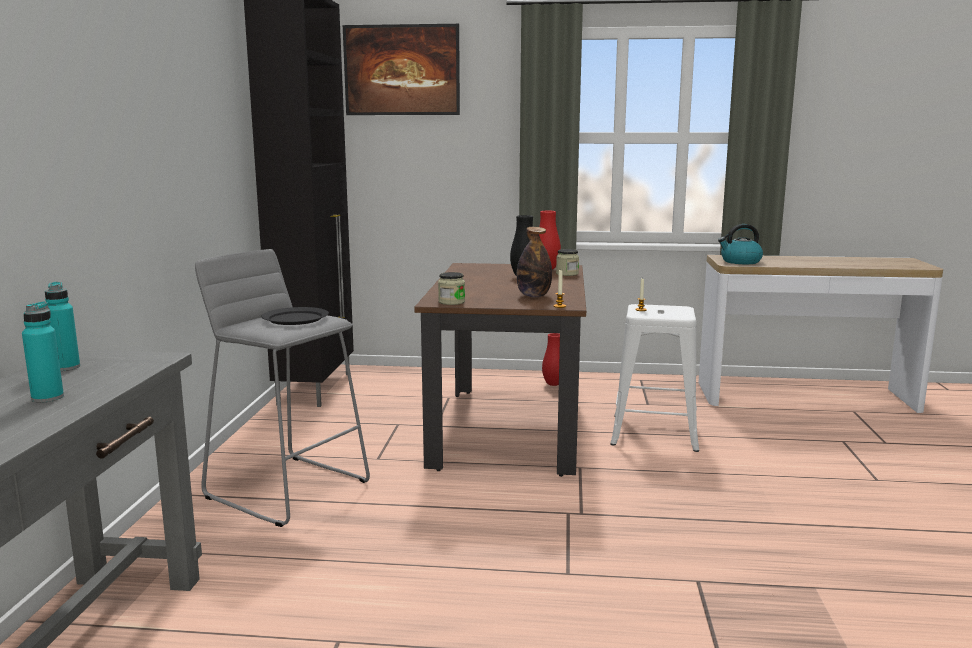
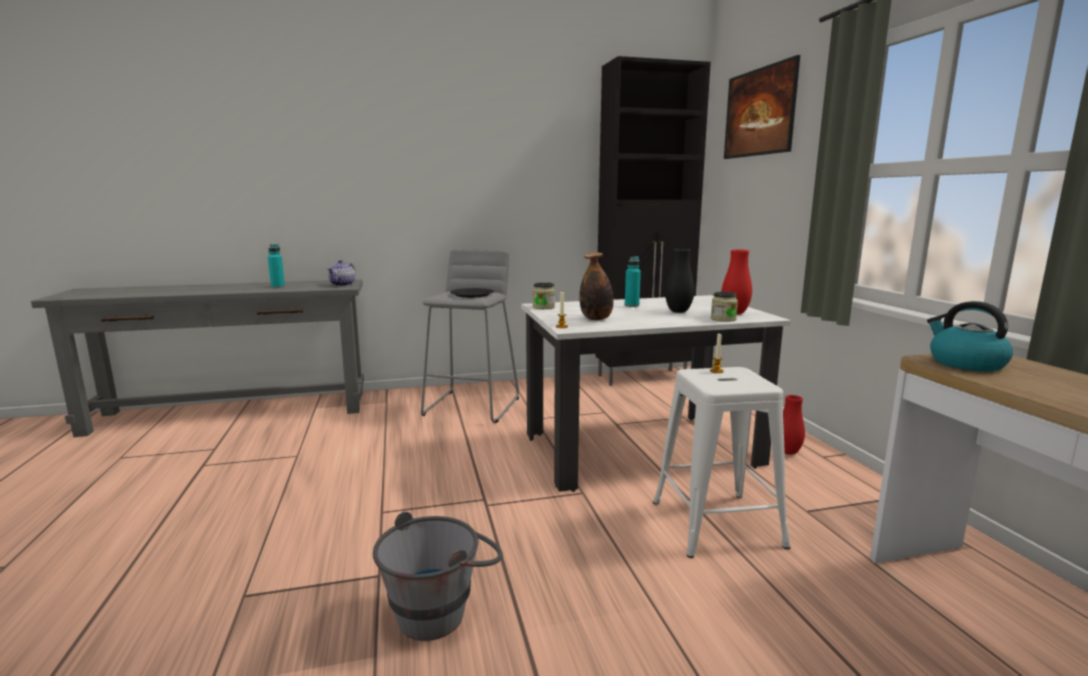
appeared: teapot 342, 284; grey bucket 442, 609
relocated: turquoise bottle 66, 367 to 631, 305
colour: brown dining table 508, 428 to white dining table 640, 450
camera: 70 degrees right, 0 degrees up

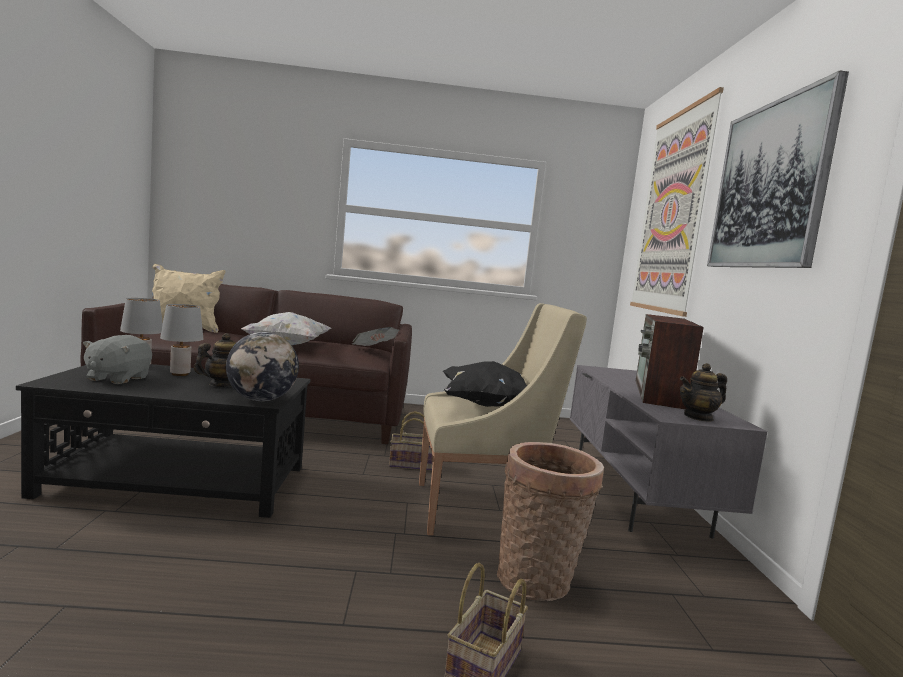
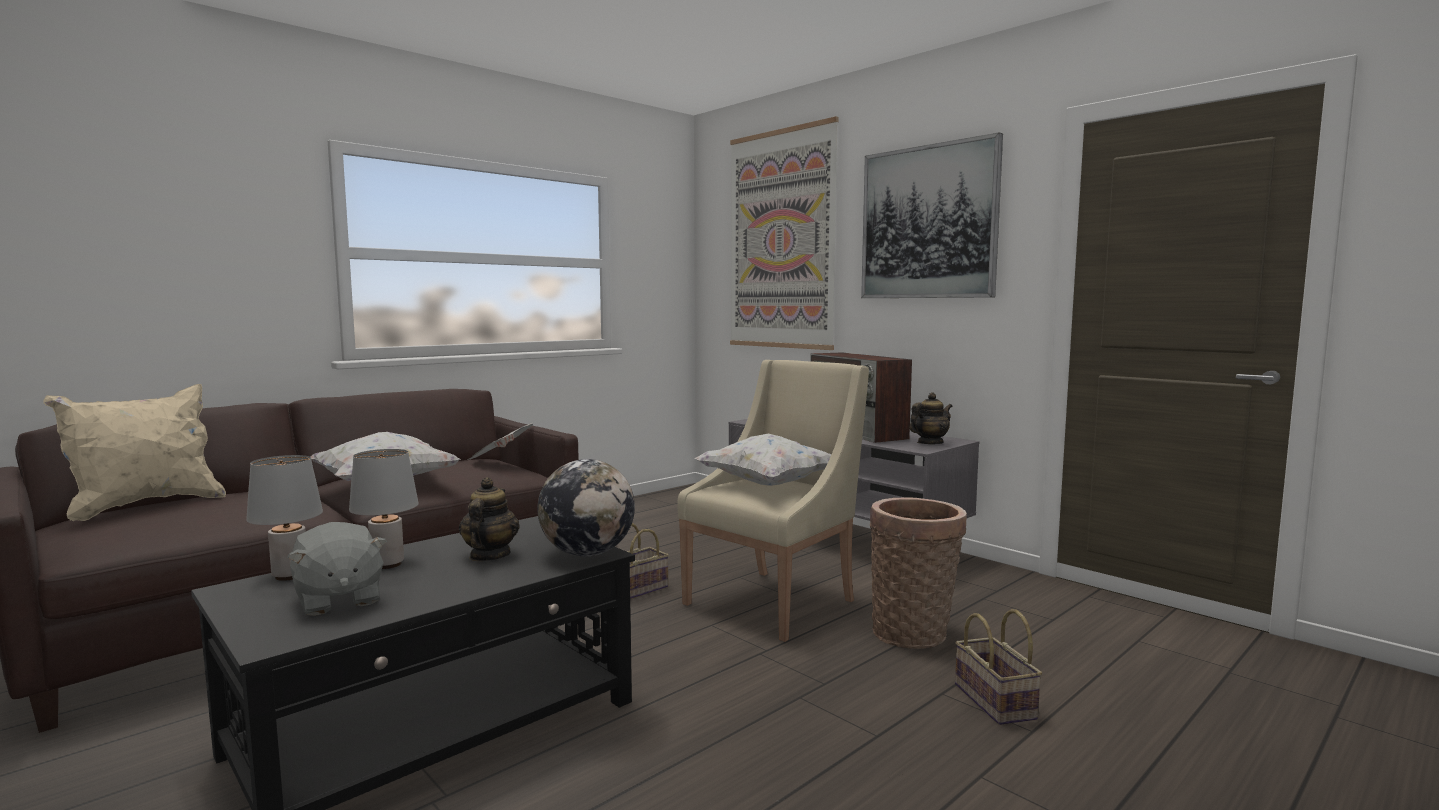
colour: black pillow 486, 405 to white pillow 767, 484
spun: teapot 698, 417 = 929, 443 150 degrees counterclockwise
camera: 40 degrees left, 0 degrees up

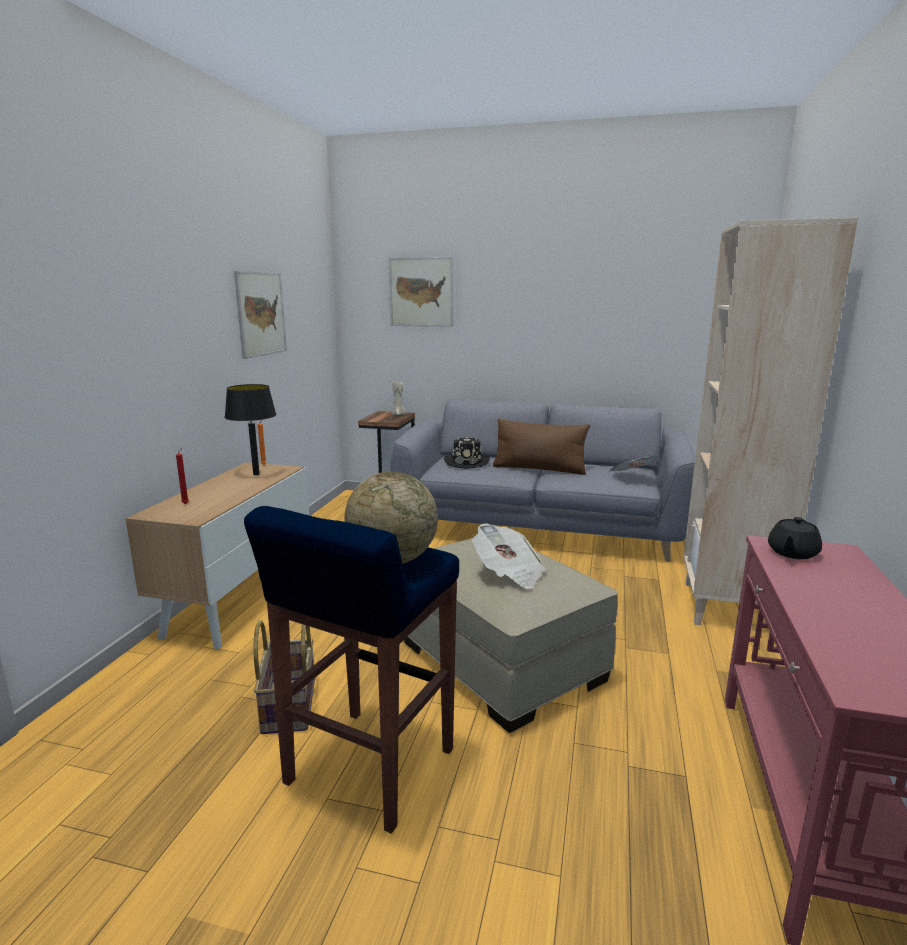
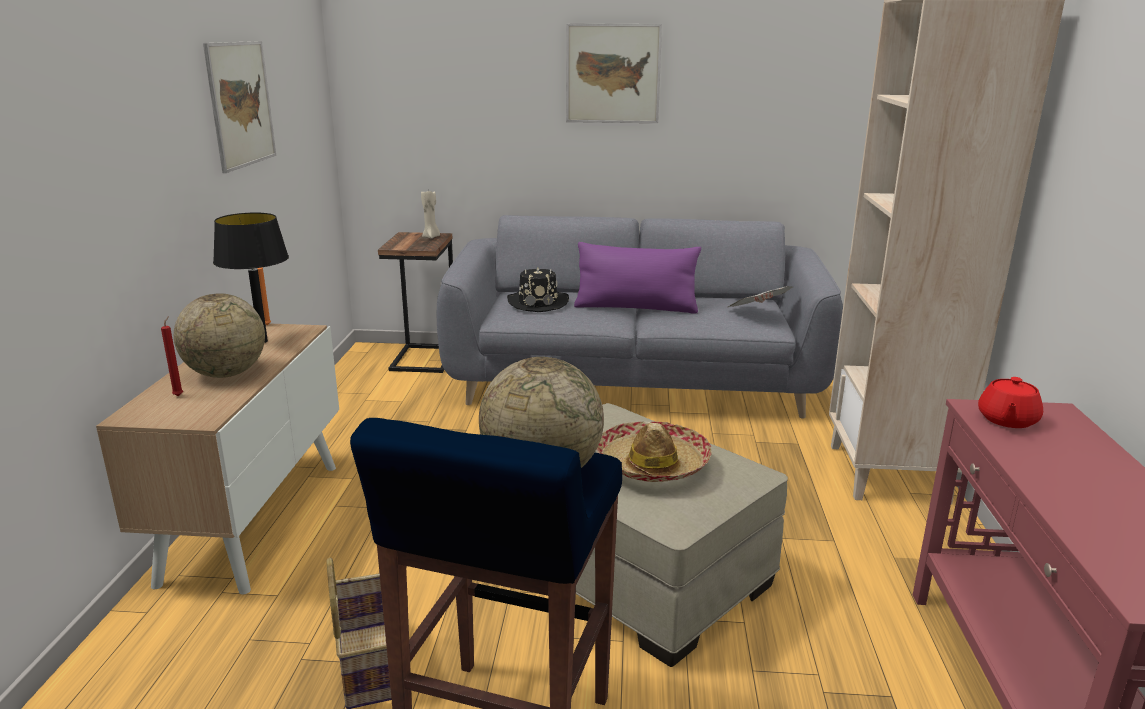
appeared: globe 226, 374
relocated: picture 421, 292 to 613, 74
exchanged: newspaper 508, 573 to hat 652, 464
colour: brown pillow 539, 469 to purple pillow 636, 308; black teapot 792, 553 to red teapot 1006, 420
camera: 10 degrees left, 5 degrees up

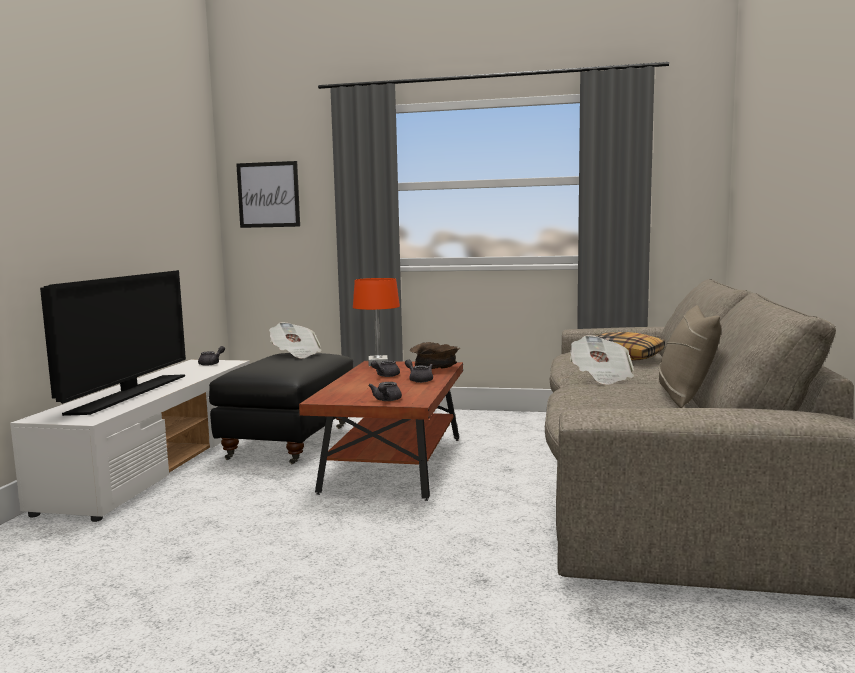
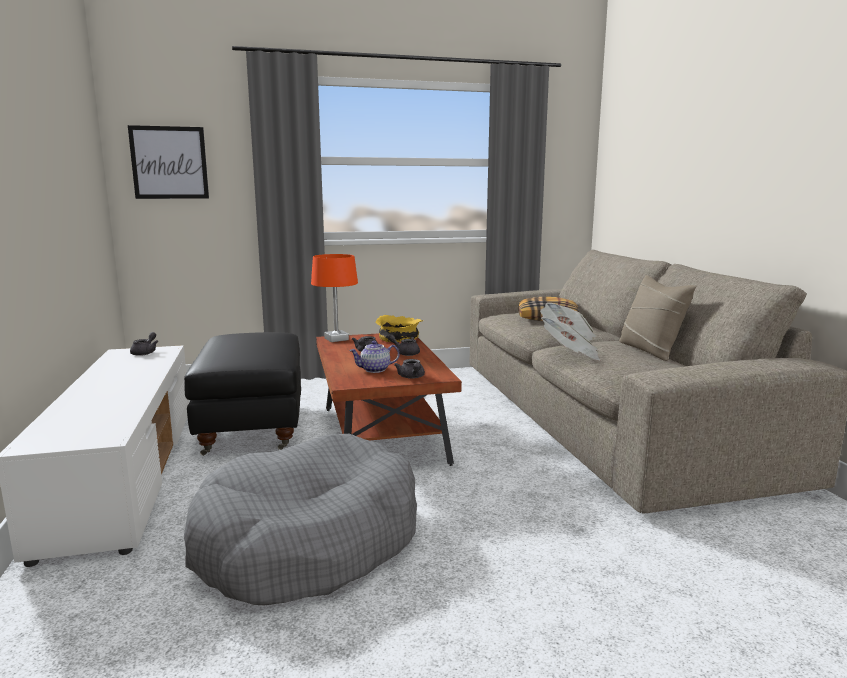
missing: television 129, 394
appeared: teapot 375, 370; grey dog bed 308, 541
relocated: newspaper 296, 354 to 571, 355
colour: brown bowl 435, 368 to yellow bowl 399, 340
camera: 25 degrees left, 5 degrees up

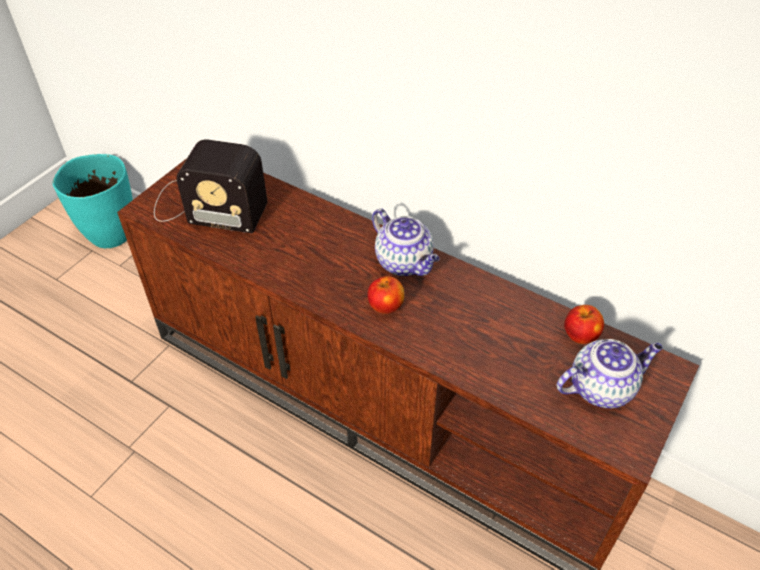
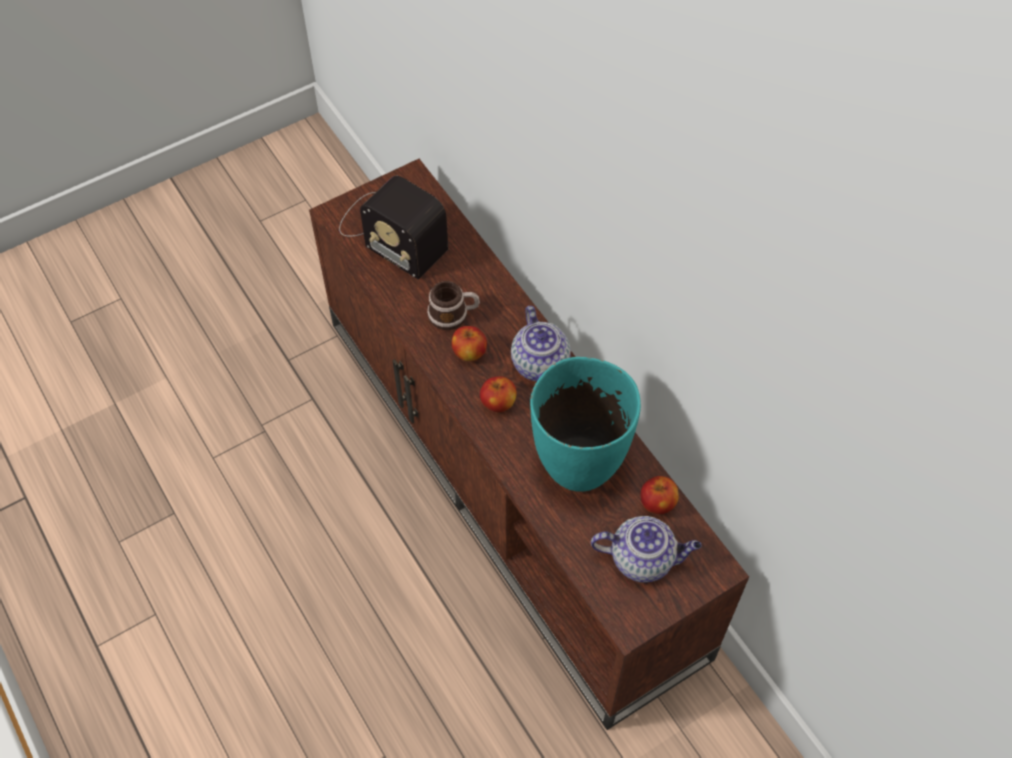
appeared: mug 453, 314; apple 469, 353
relocated: turquoise vase 110, 234 to 578, 463
camera: 25 degrees right, 10 degrees up

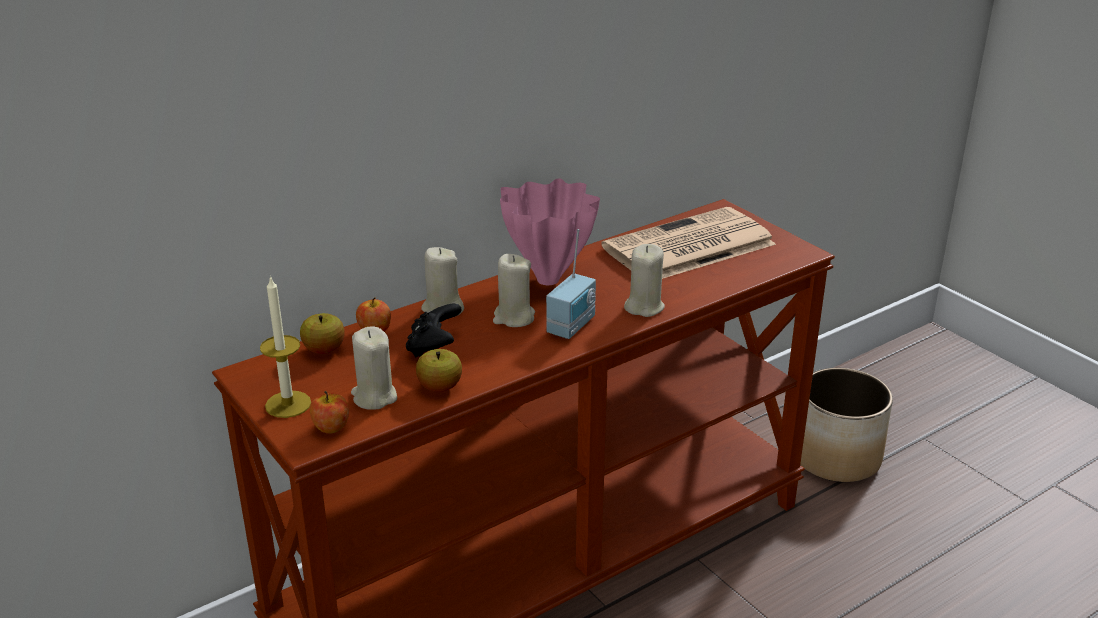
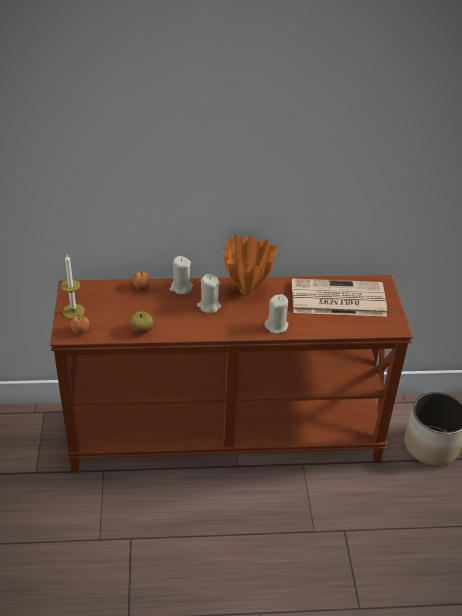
missing: radio 573, 326; black game controller 434, 347; apple 324, 350; beige candle 374, 397
colour: pink vase 550, 280 to orange vase 246, 291
camera: 30 degrees right, 10 degrees up

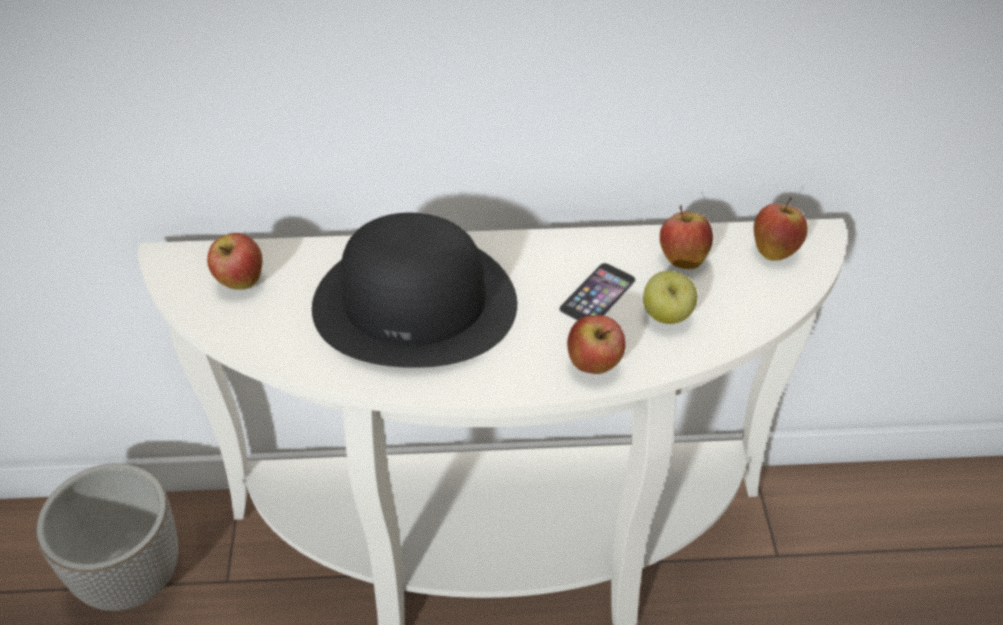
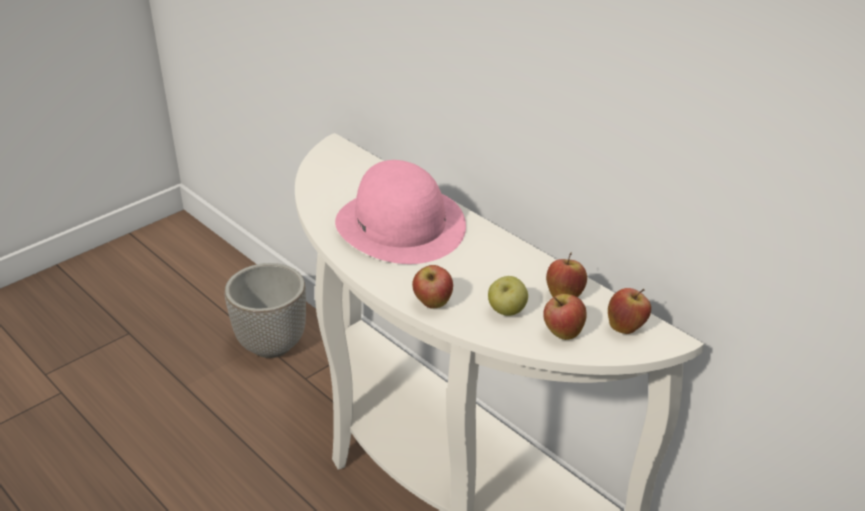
missing: phone 597, 294
relocated: apple 240, 282 to 563, 333
colour: black hat 415, 302 to pink hat 401, 225
camera: 50 degrees right, 10 degrees down

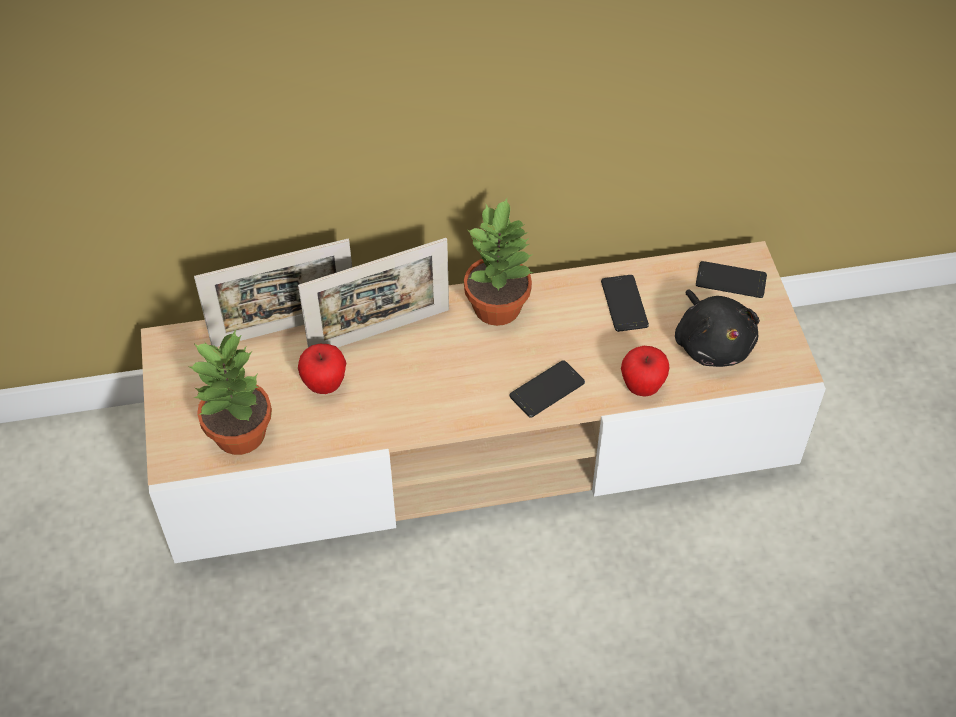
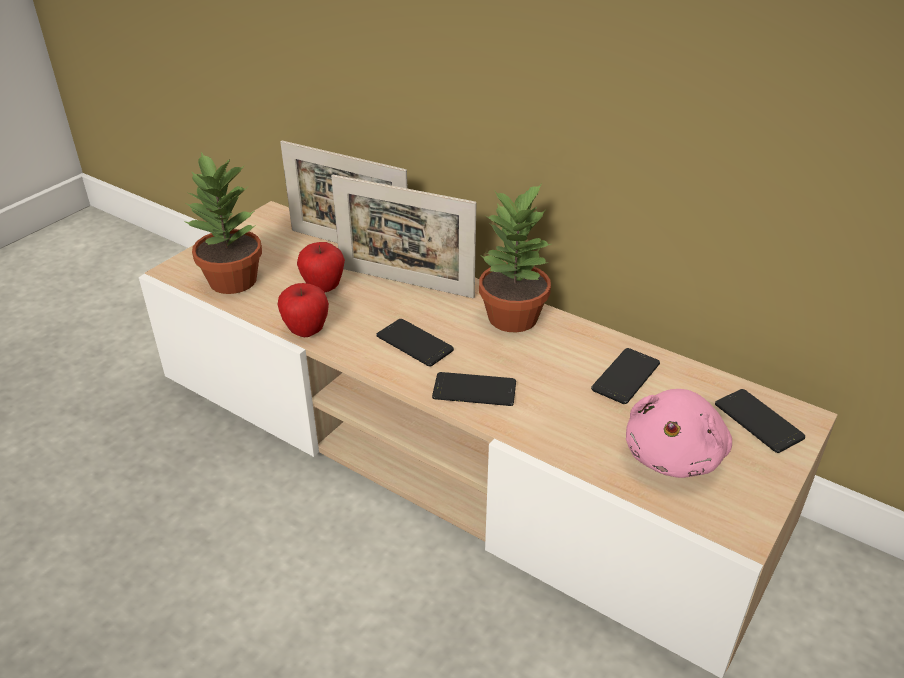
appeared: phone 414, 343
relocated: apple 642, 387 to 306, 331
colour: black plush toy 712, 343 to pink plush toy 674, 454
camera: 45 degrees right, 15 degrees down

